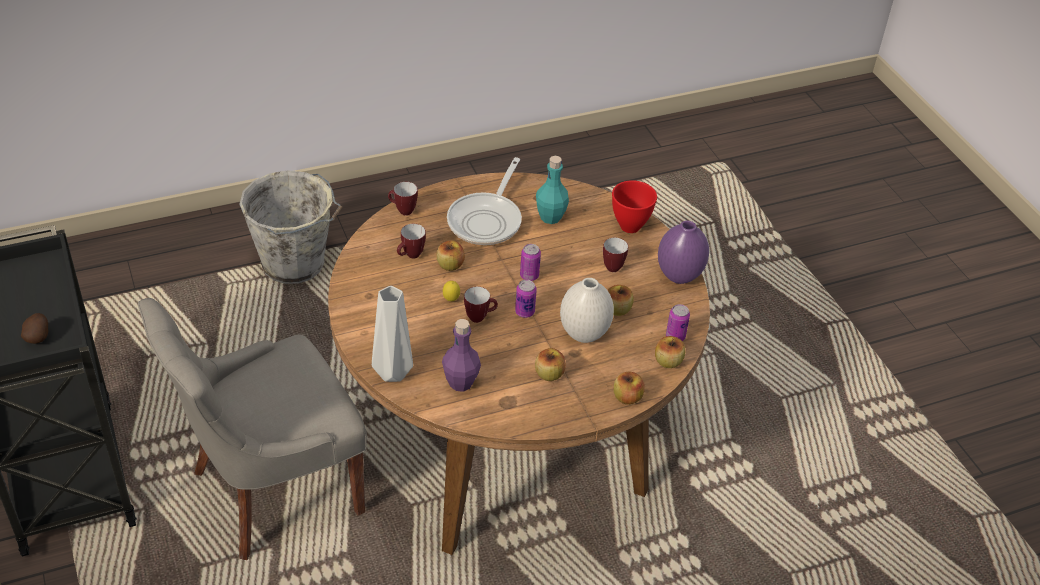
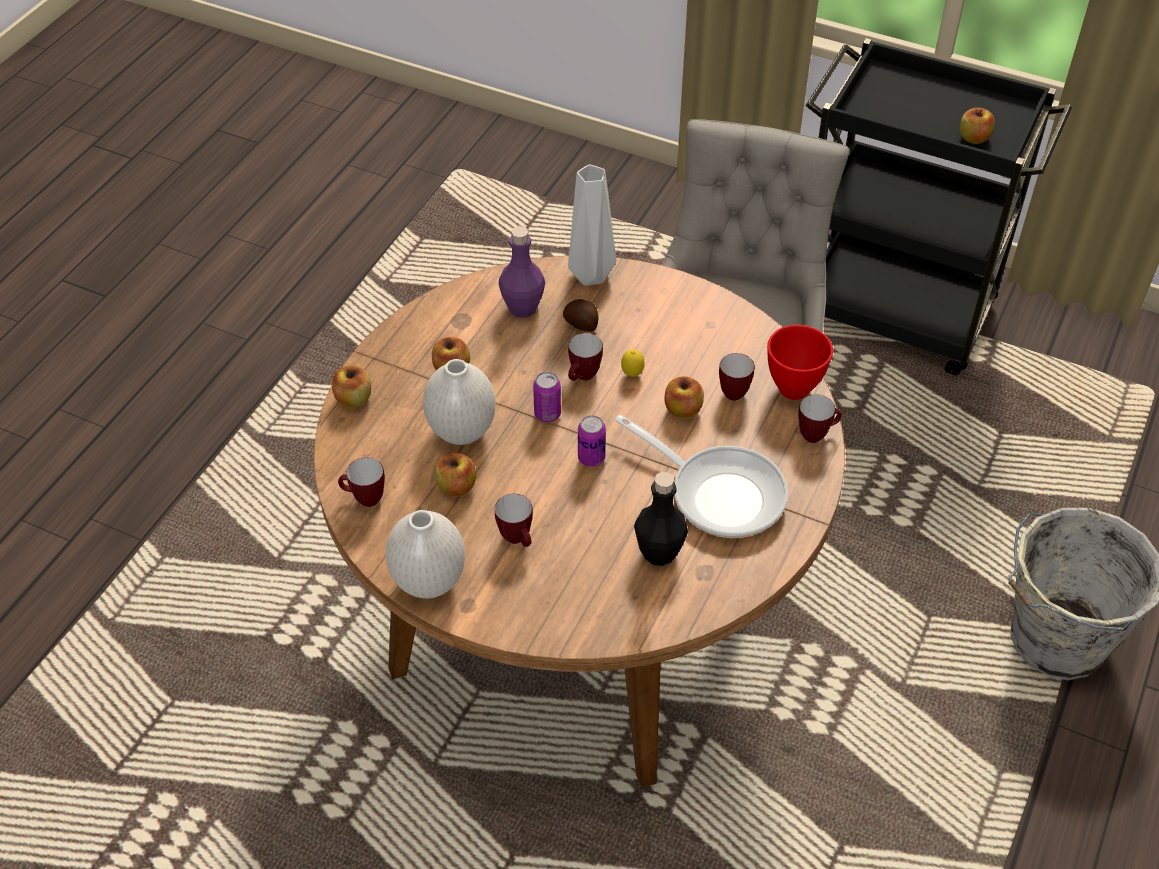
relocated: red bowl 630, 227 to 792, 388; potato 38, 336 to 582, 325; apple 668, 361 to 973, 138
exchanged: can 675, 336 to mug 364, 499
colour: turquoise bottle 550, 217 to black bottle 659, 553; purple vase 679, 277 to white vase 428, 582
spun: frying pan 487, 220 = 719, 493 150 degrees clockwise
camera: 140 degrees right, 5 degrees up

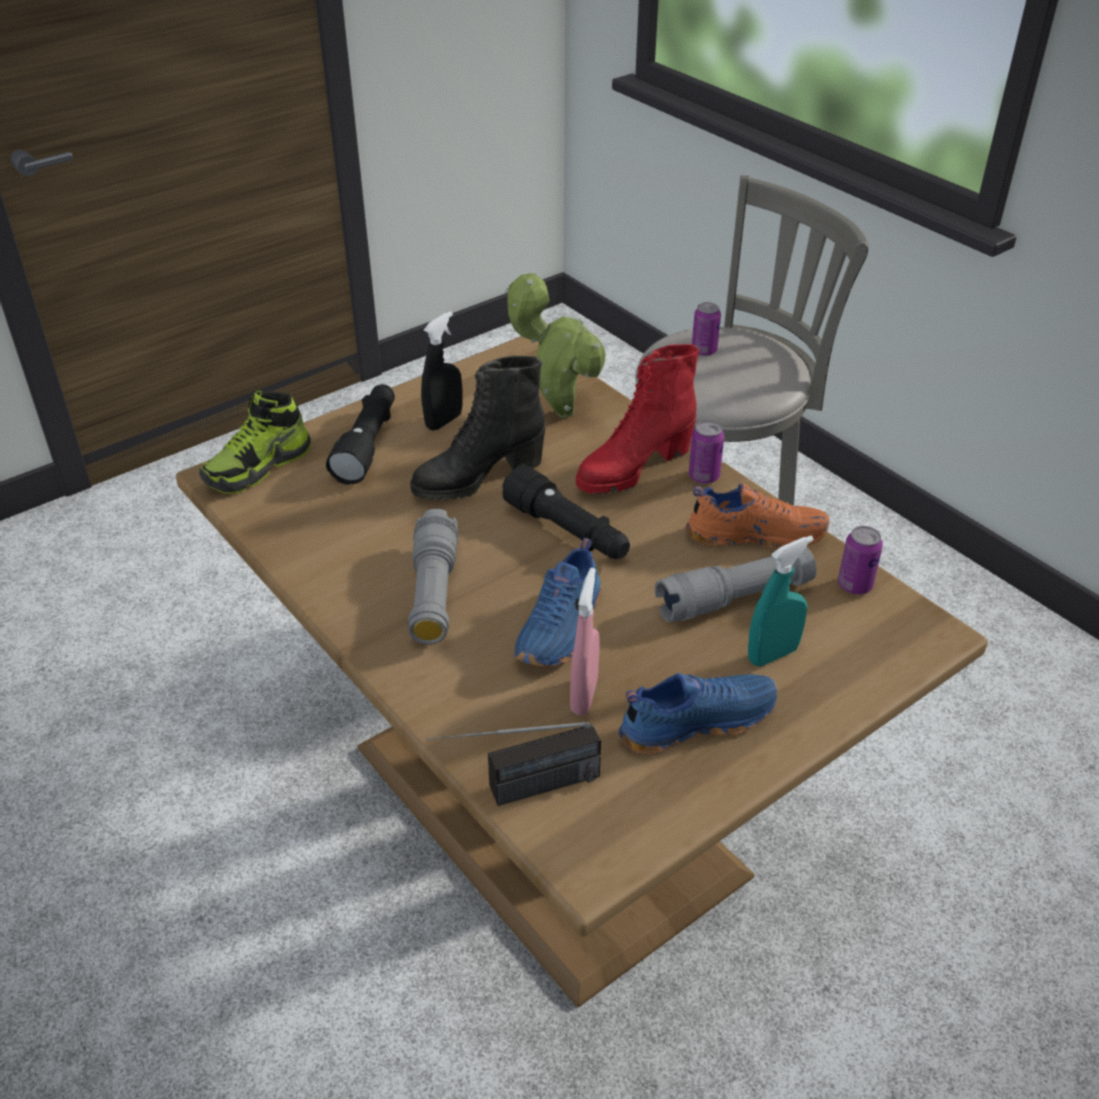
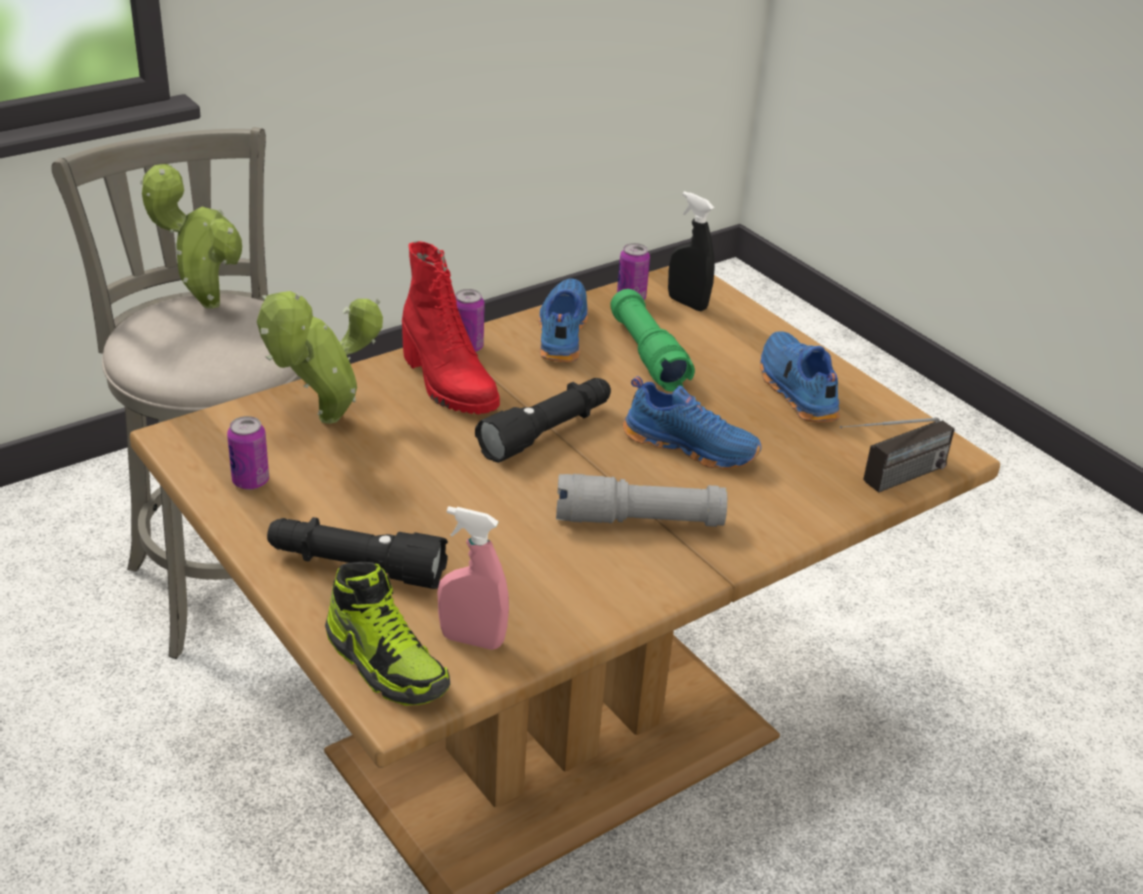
missing: black boot 477, 478; turquoise spray bottle 772, 655
appeared: potted plant 204, 302
relocated: can 704, 351 to 250, 481; black spray bottle 444, 421 to 687, 303; pink spray bottle 584, 696 to 472, 640
colour: orange shoe 755, 534 to blue shoe 560, 333; grey flashlight 734, 598 to green flashlight 647, 354
spun: radio 517, 792 = 887, 482 75 degrees clockwise
camera: 90 degrees left, 5 degrees down

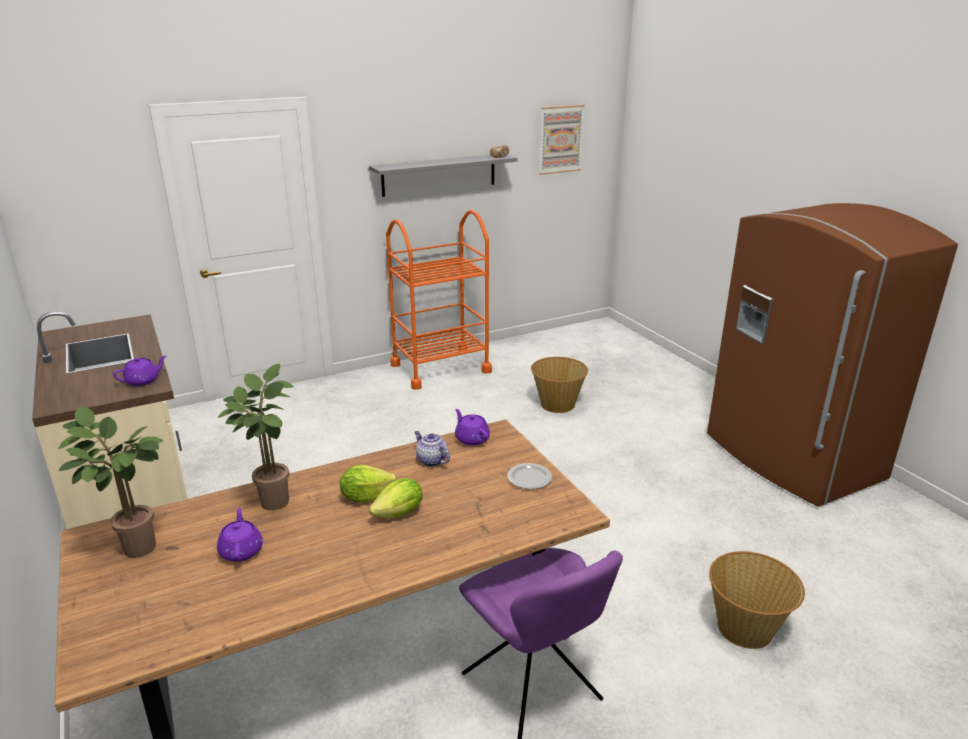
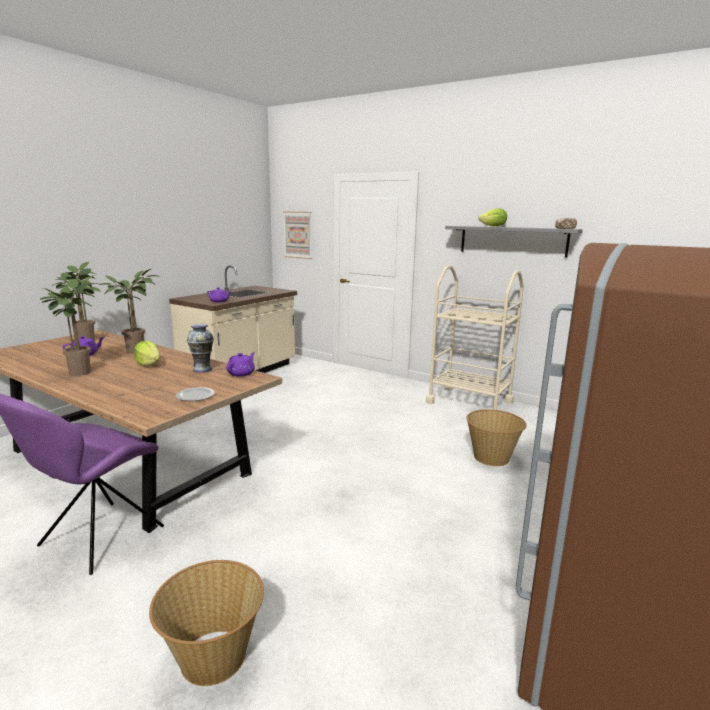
appeared: potted plant 80, 371
relocated: picture 560, 139 to 298, 235; lettuce 399, 513 to 493, 226
exchanged: teapot 431, 460 to vase 202, 369
colour: orange cart 440, 368 to beige cart 469, 402
camera: 60 degrees right, 10 degrees down

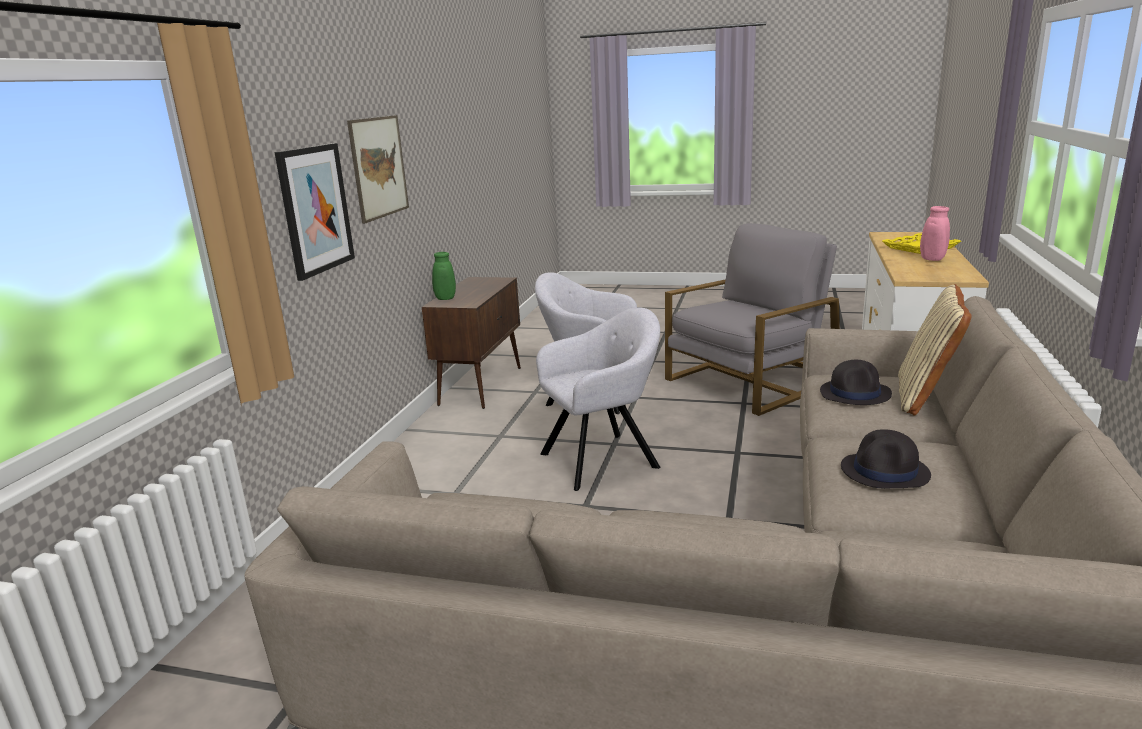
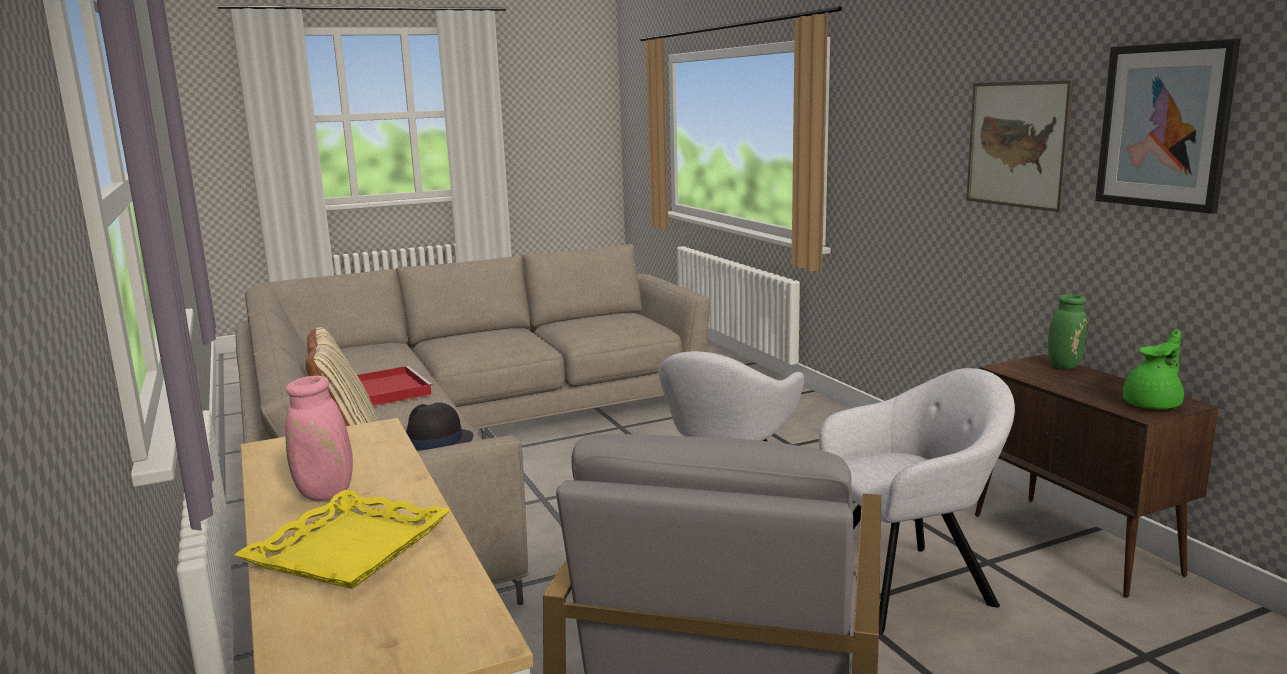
appeared: green teapot 1153, 405
relocated: picture 315, 209 to 1164, 126
exchanged: black hat 885, 472 to red tray 389, 390
camera: 140 degrees right, 5 degrees down

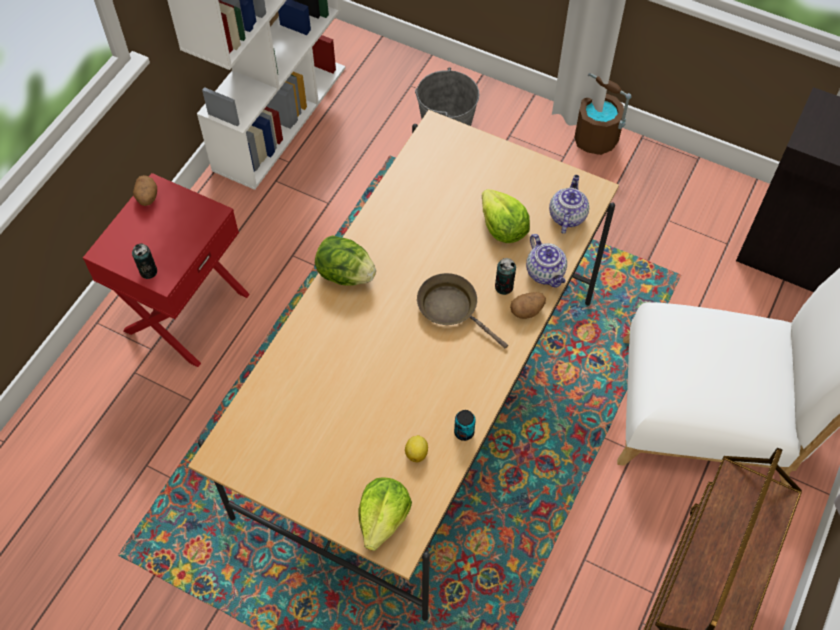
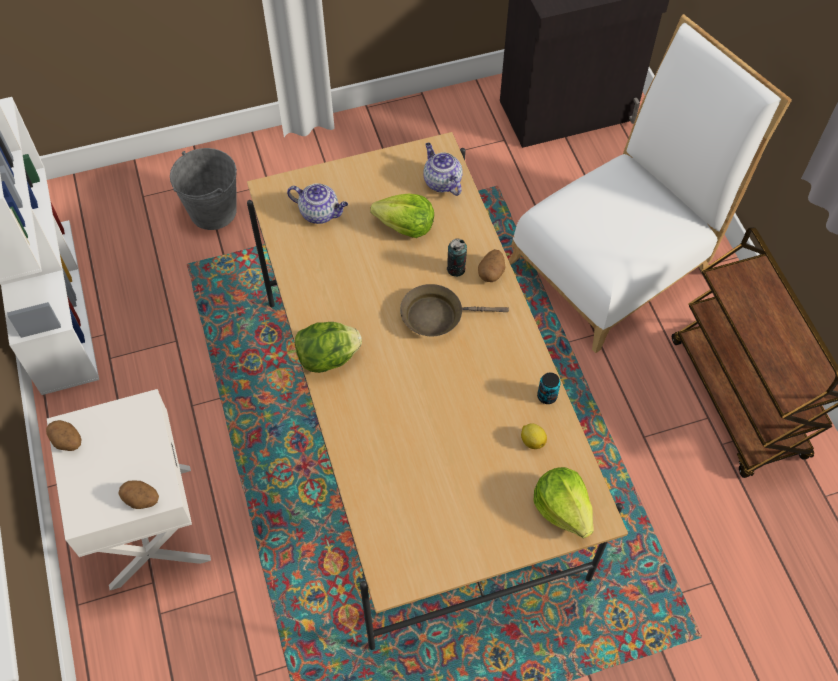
missing: brown bucket 596, 139
relocated: teapot 546, 273 to 320, 213
exchanged: can 148, 271 to potato 142, 499
colour: red nightstand 185, 311 to white nightstand 149, 526
camera: 45 degrees left, 0 degrees up

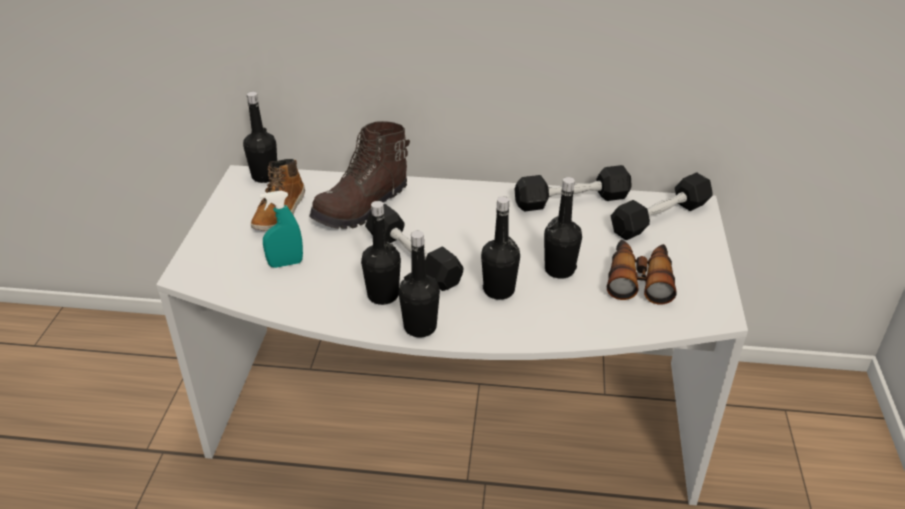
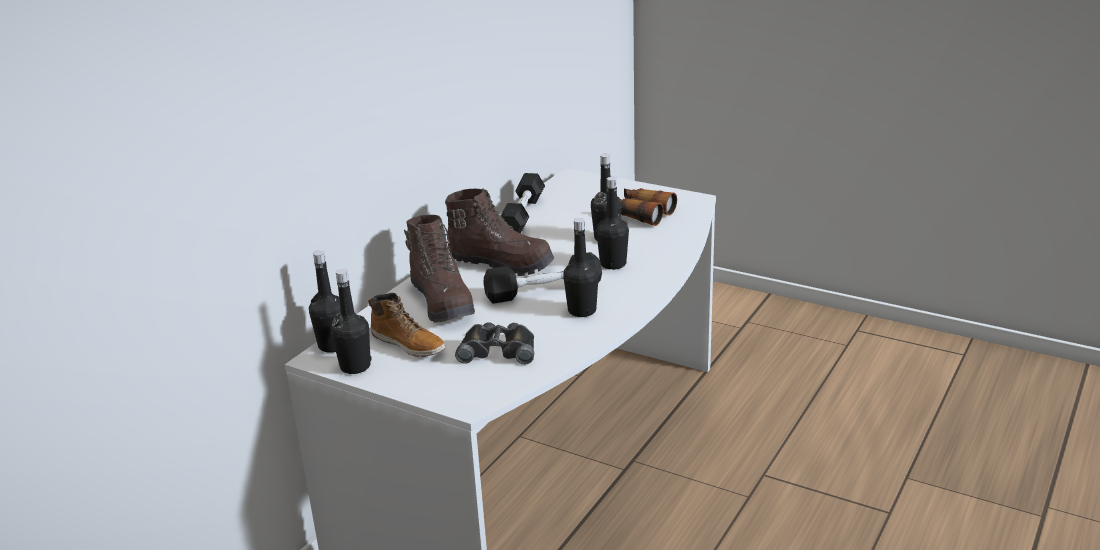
missing: black dumbbell 660, 218
appeared: brown boot 501, 263
relocated: black bottle 420, 327 to 355, 366
exchanged: turquoise spray bottle 285, 263 to black binoculars 498, 350
camera: 65 degrees left, 10 degrees down

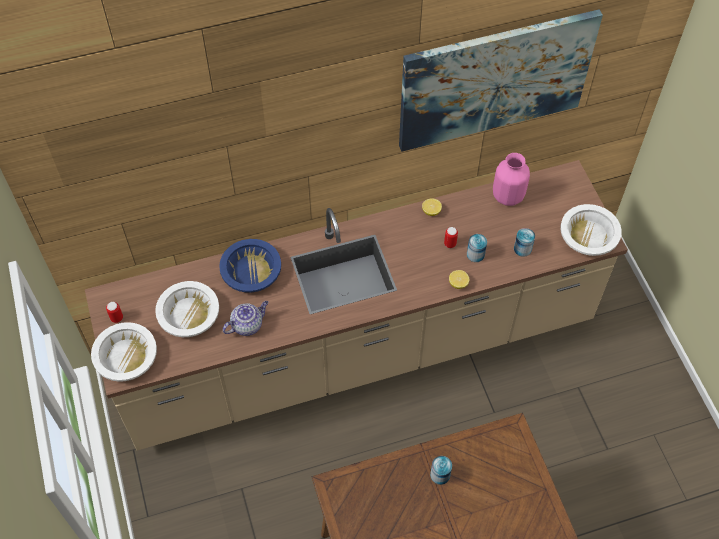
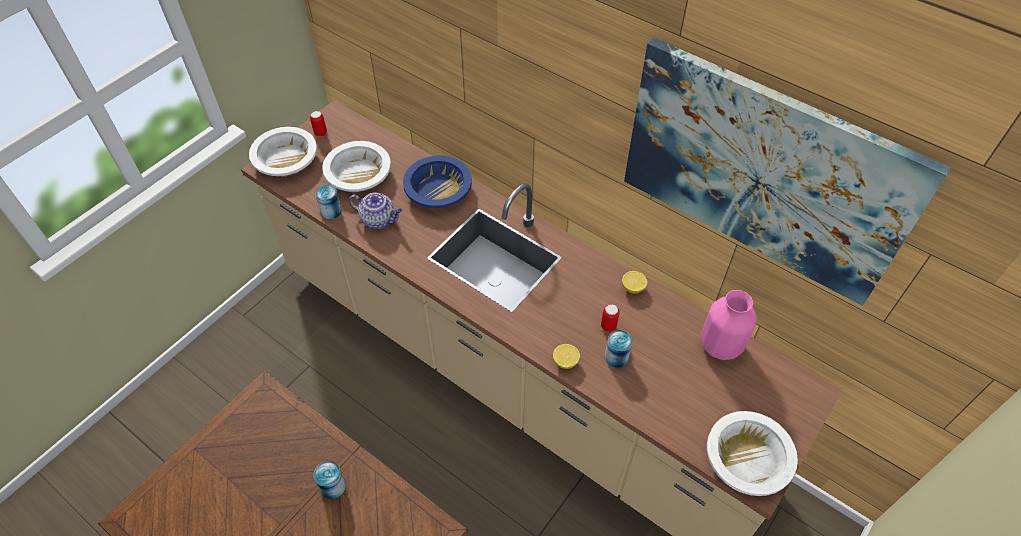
relocated: can 522, 249 to 331, 211
camera: 55 degrees right, 5 degrees down

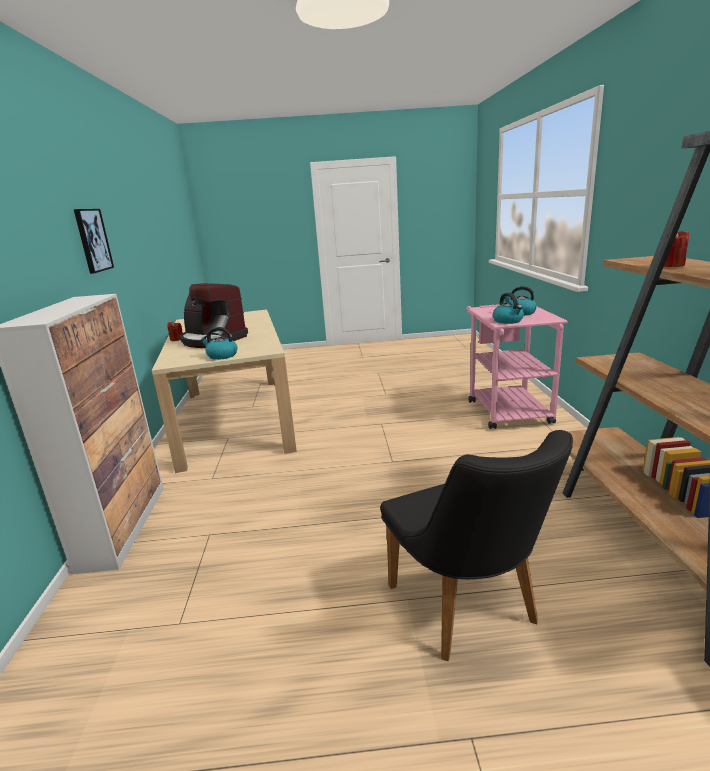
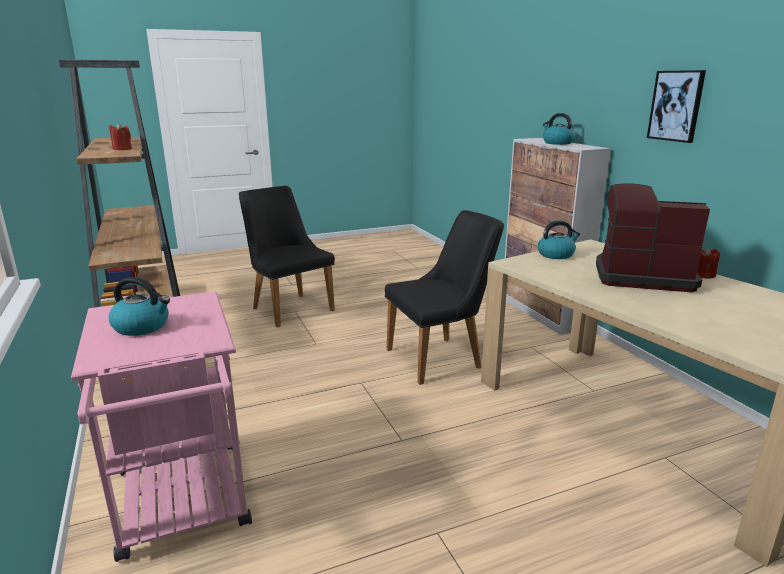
appeared: black chair 442, 357
relocated: kettle 508, 321 to 557, 143
camera: 160 degrees right, 0 degrees up

